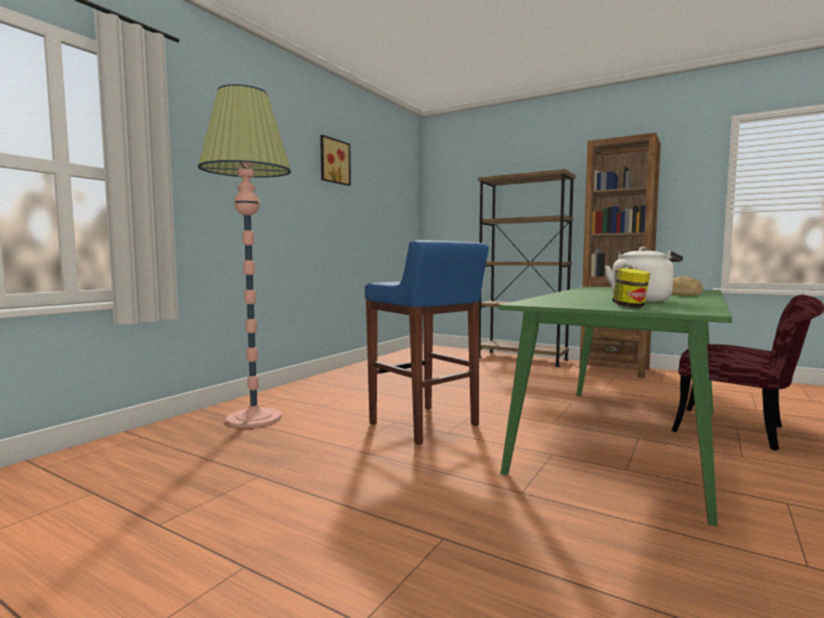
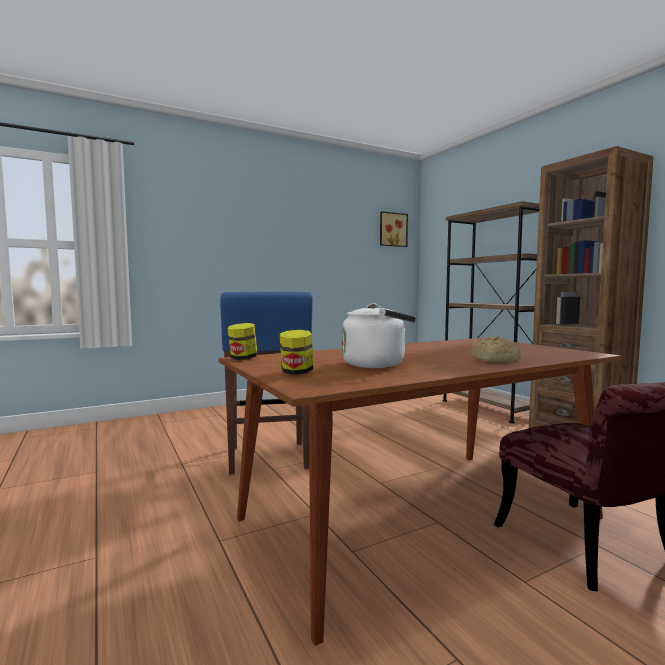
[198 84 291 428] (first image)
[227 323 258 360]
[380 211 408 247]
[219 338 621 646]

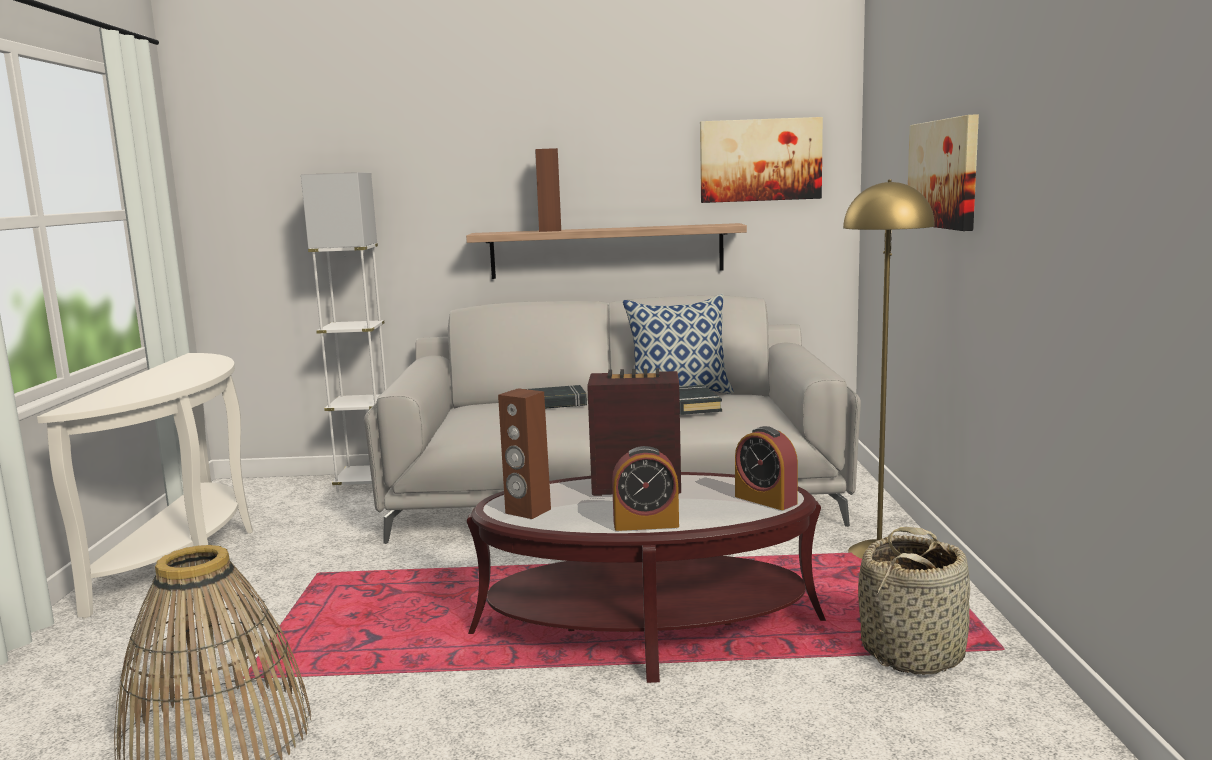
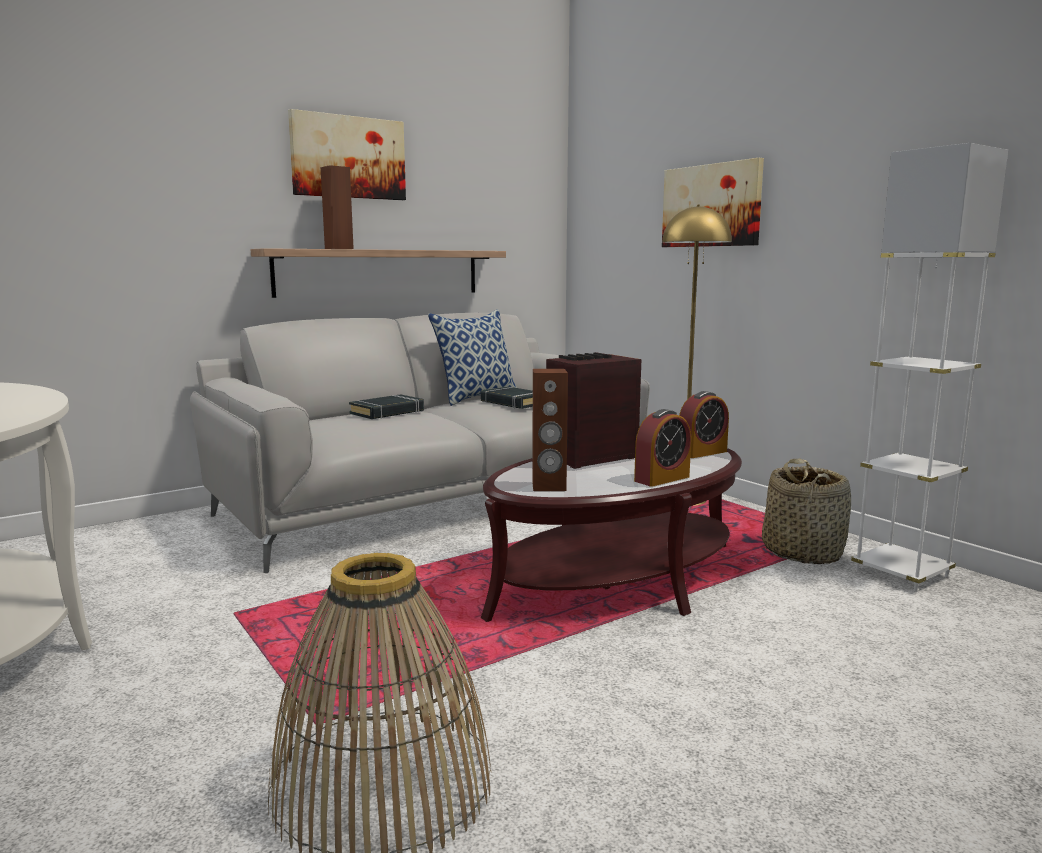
[851 143 1008 592]
[288 109 406 200]
[679 391 729 458]

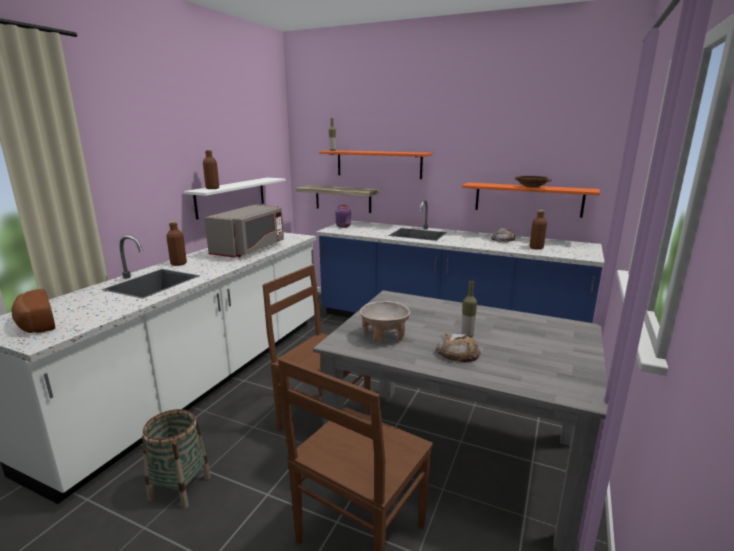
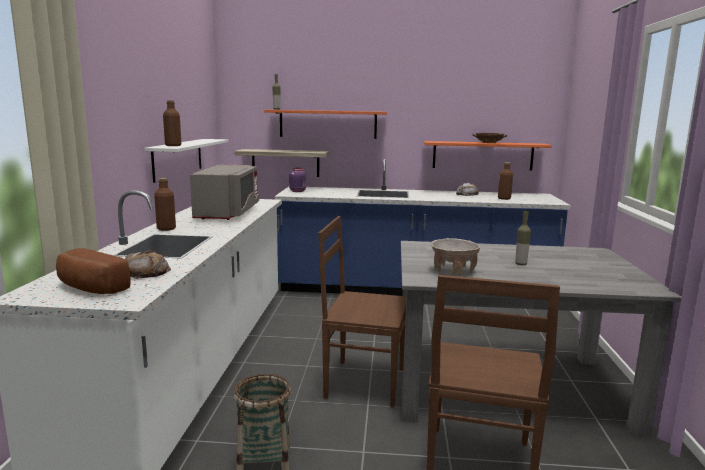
[125 250 171 279]

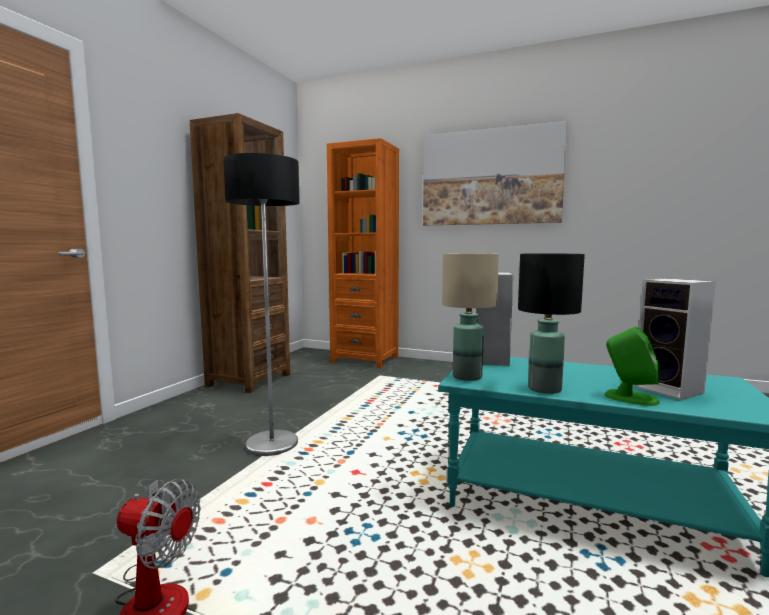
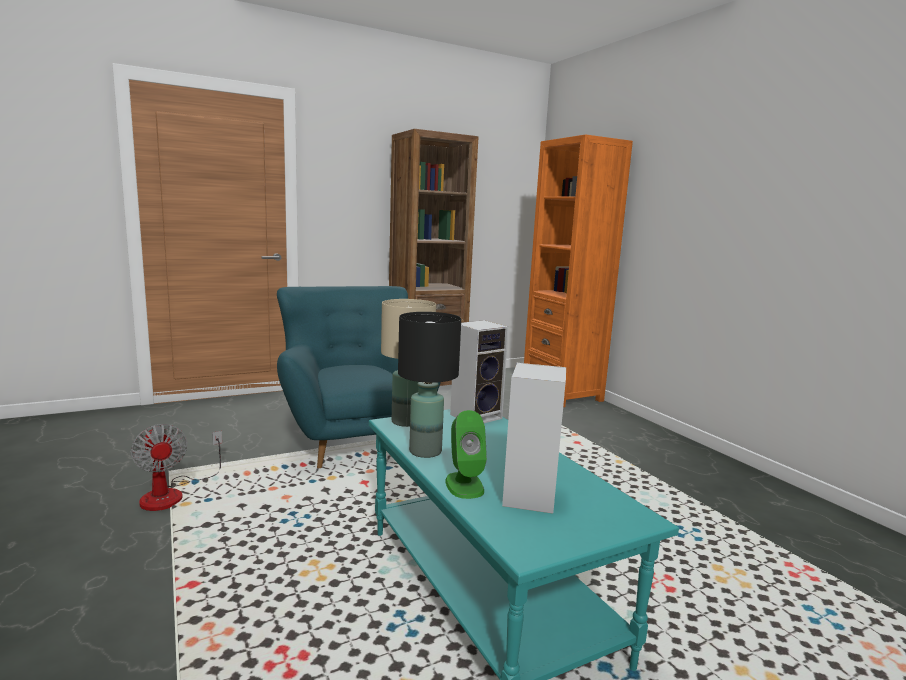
[423 121 567 225] (first image)
[277 286 441 468]

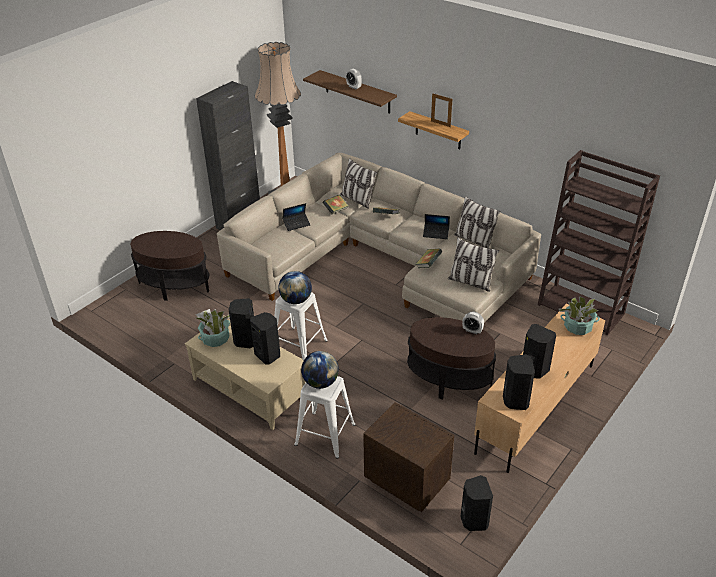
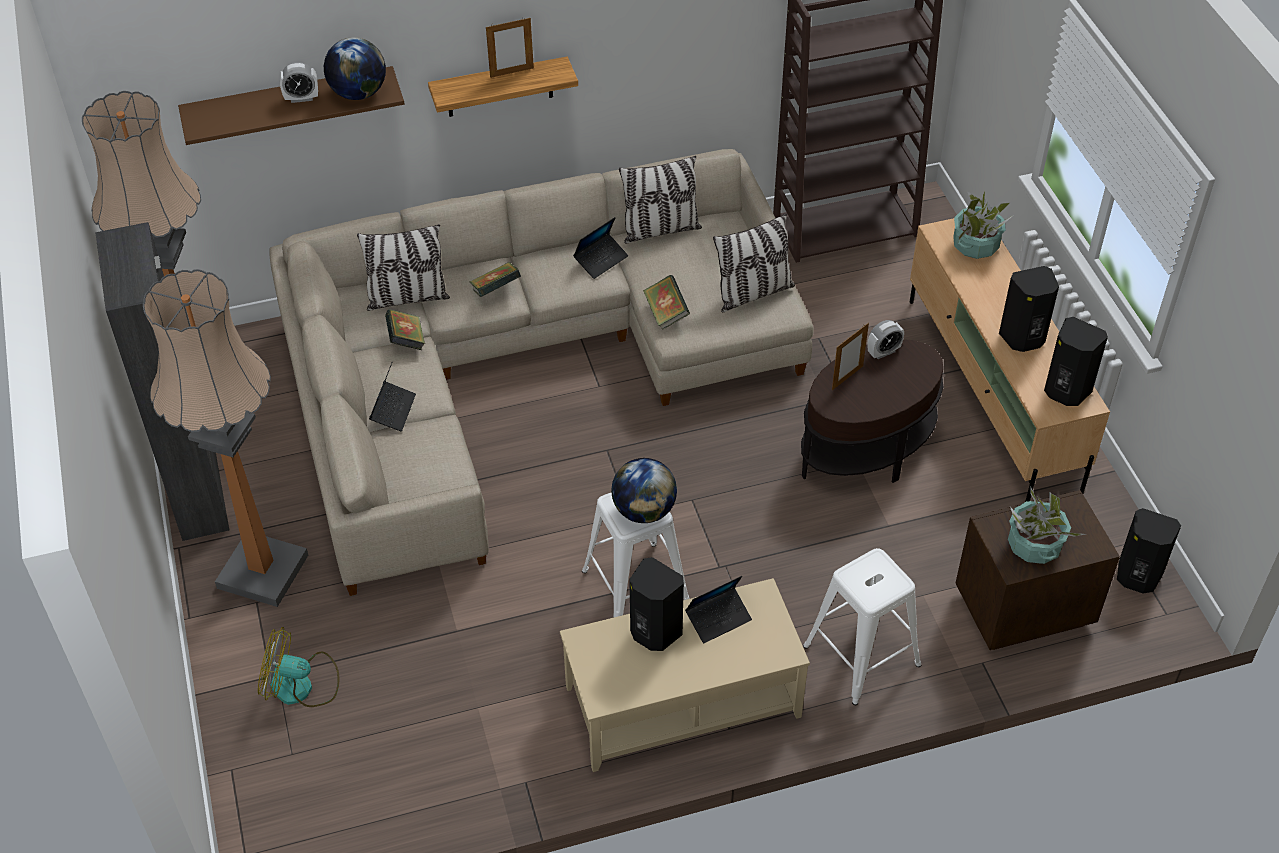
[143 269 308 607]
[832 323 869 390]
[1008 488 1085 564]
[324 37 386 100]
[258 627 339 707]
[685 576 752 643]

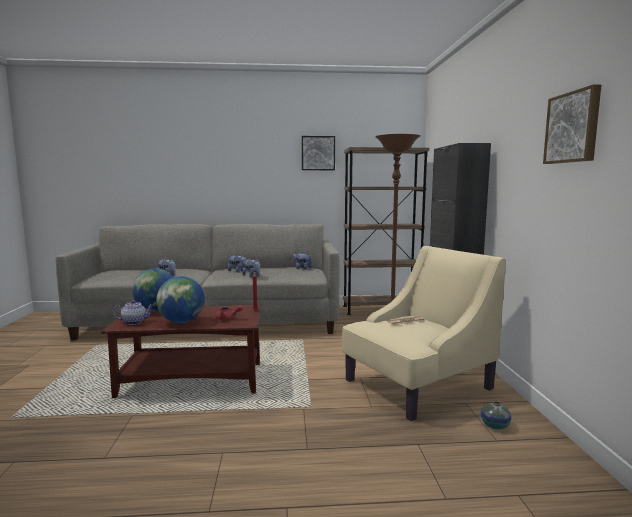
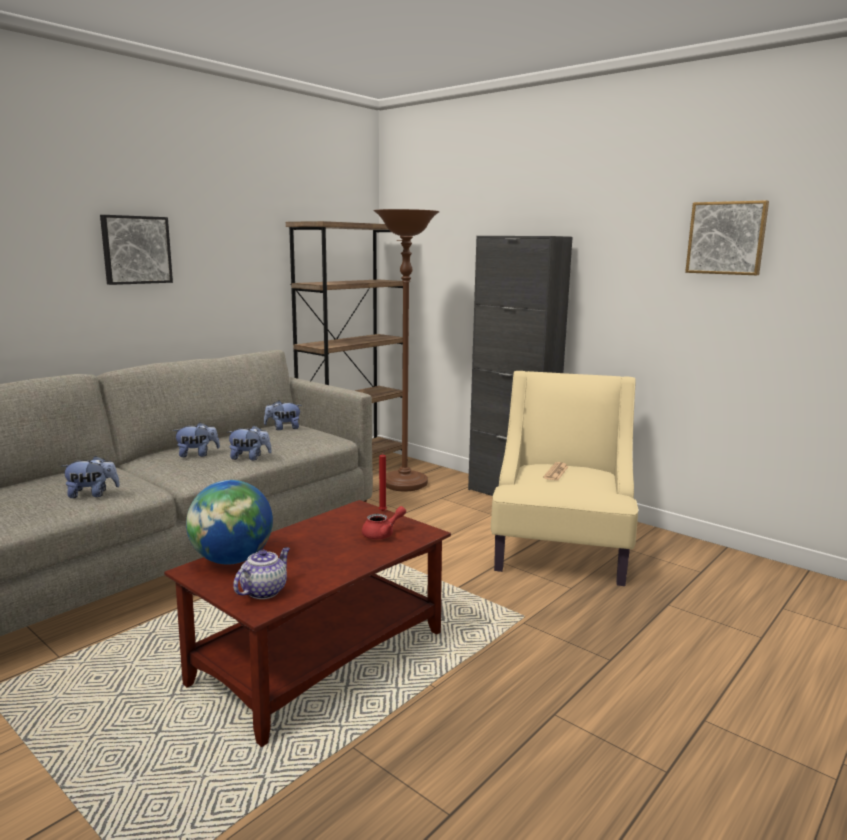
[156 276 205 323] (first image)
[481 401 511 429] (first image)
[100 215 173 285]

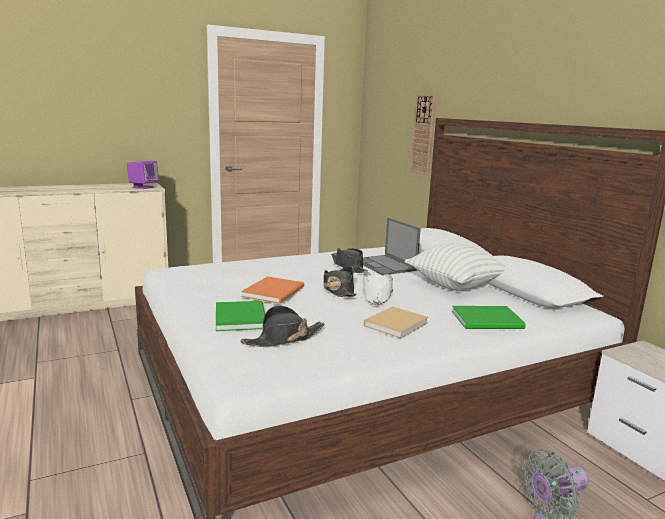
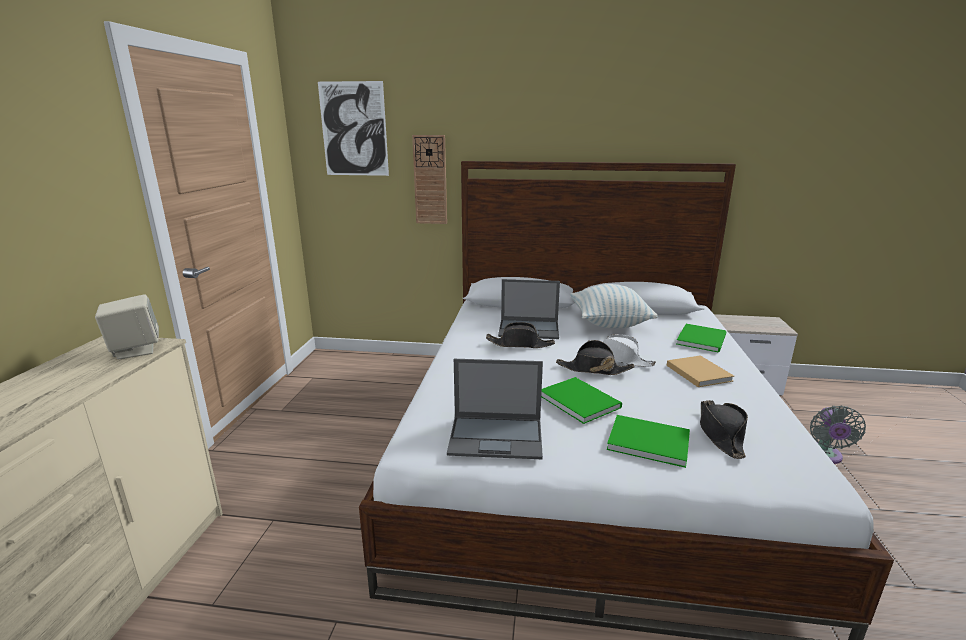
[318 81 389 176]
[447 359 543 459]
[95 294 159 359]
[541 377 622 424]

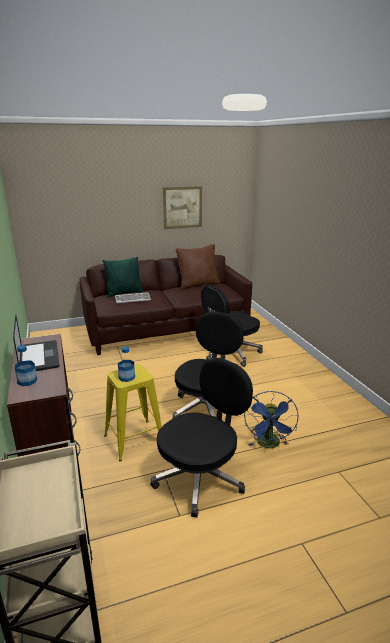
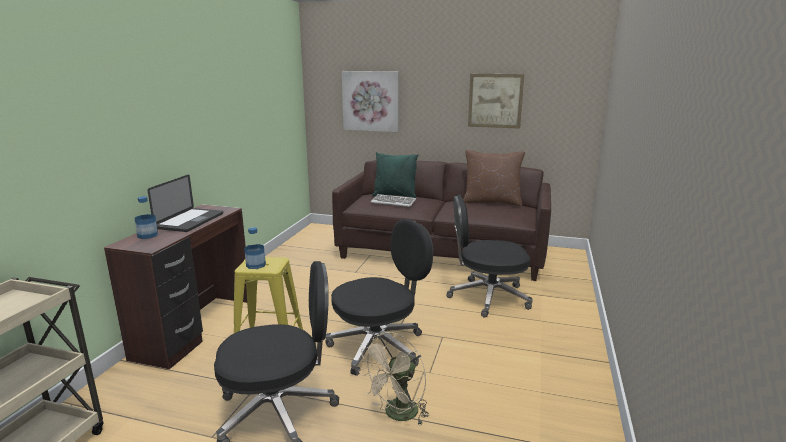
[342 71 399 132]
[359 332 429 426]

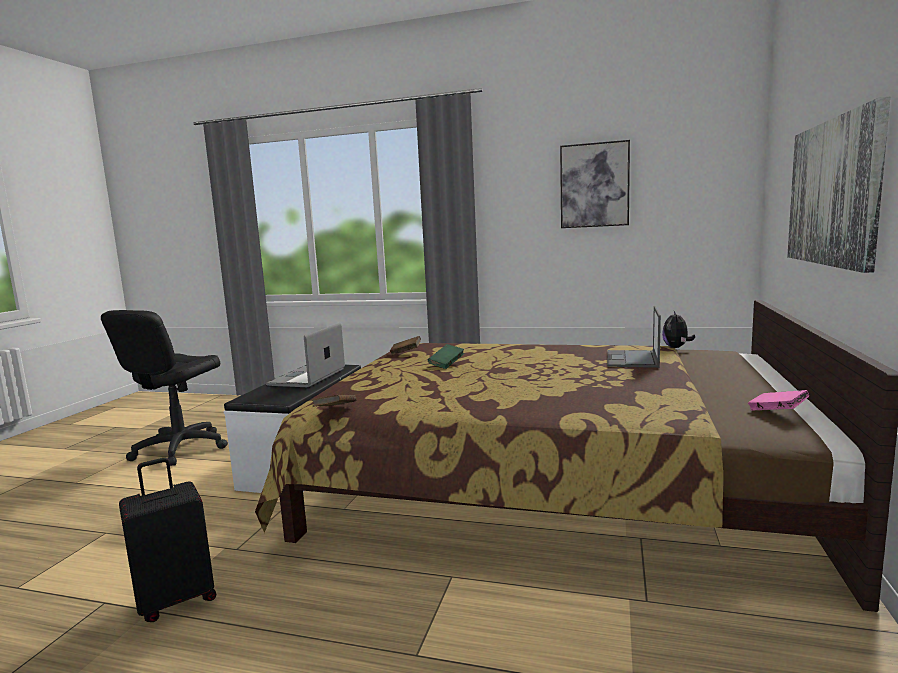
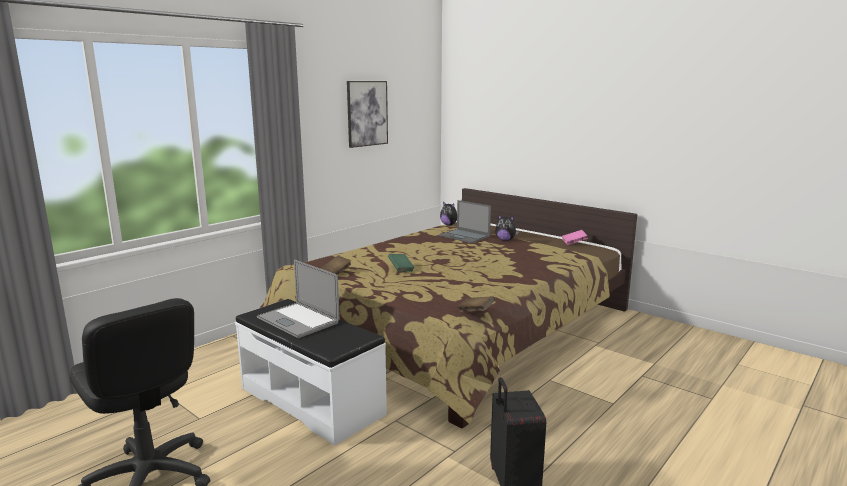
[787 97 890 273] (first image)
[495 214 519 241]

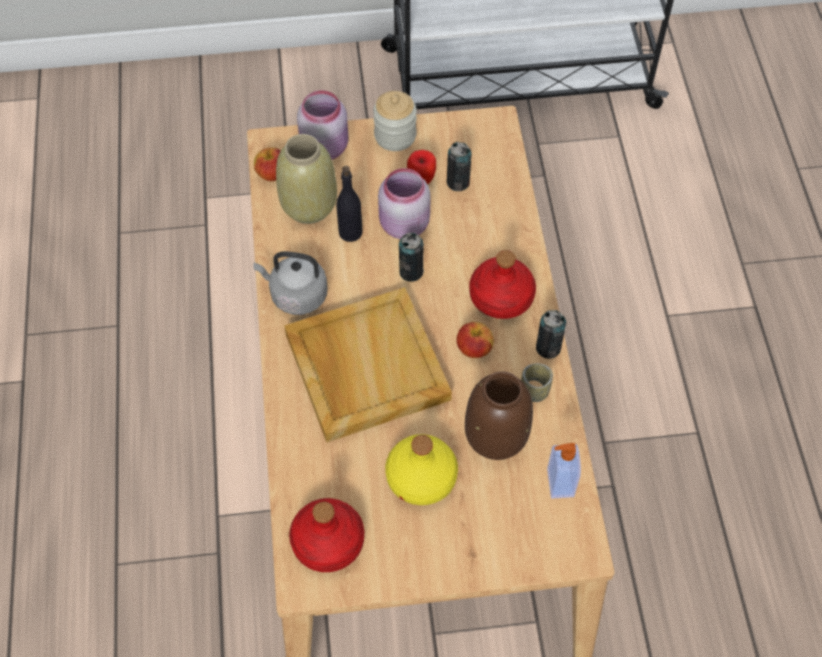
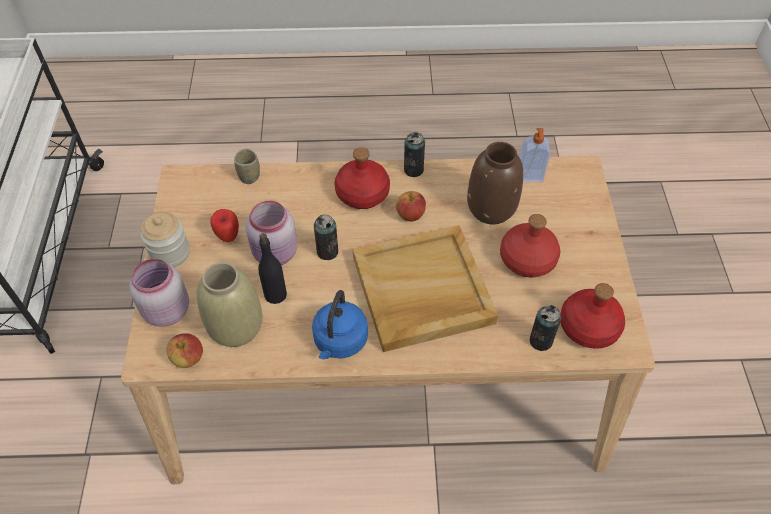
[530 305 561 351]
[234 148 260 184]
[312 290 368 359]
[500 214 560 277]

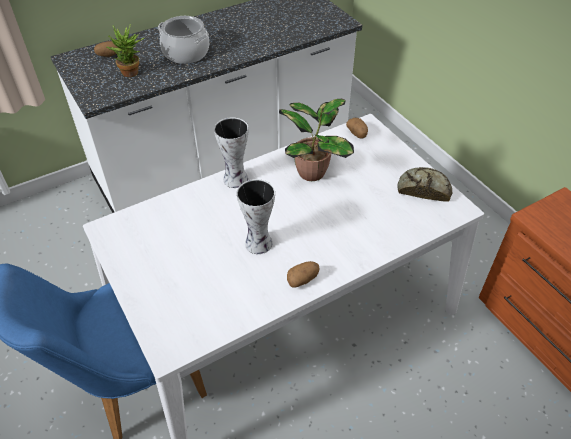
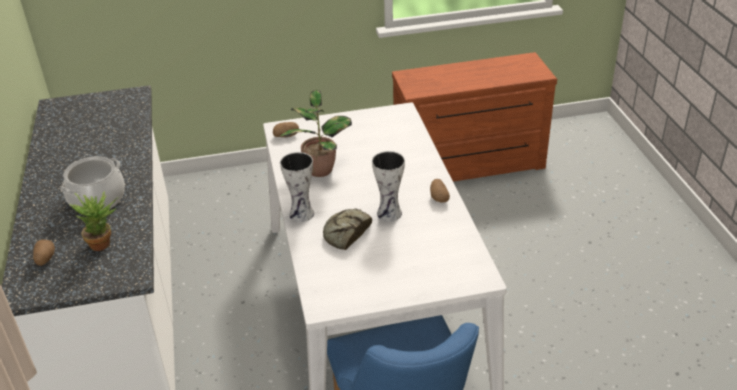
[323 209 372 250]

